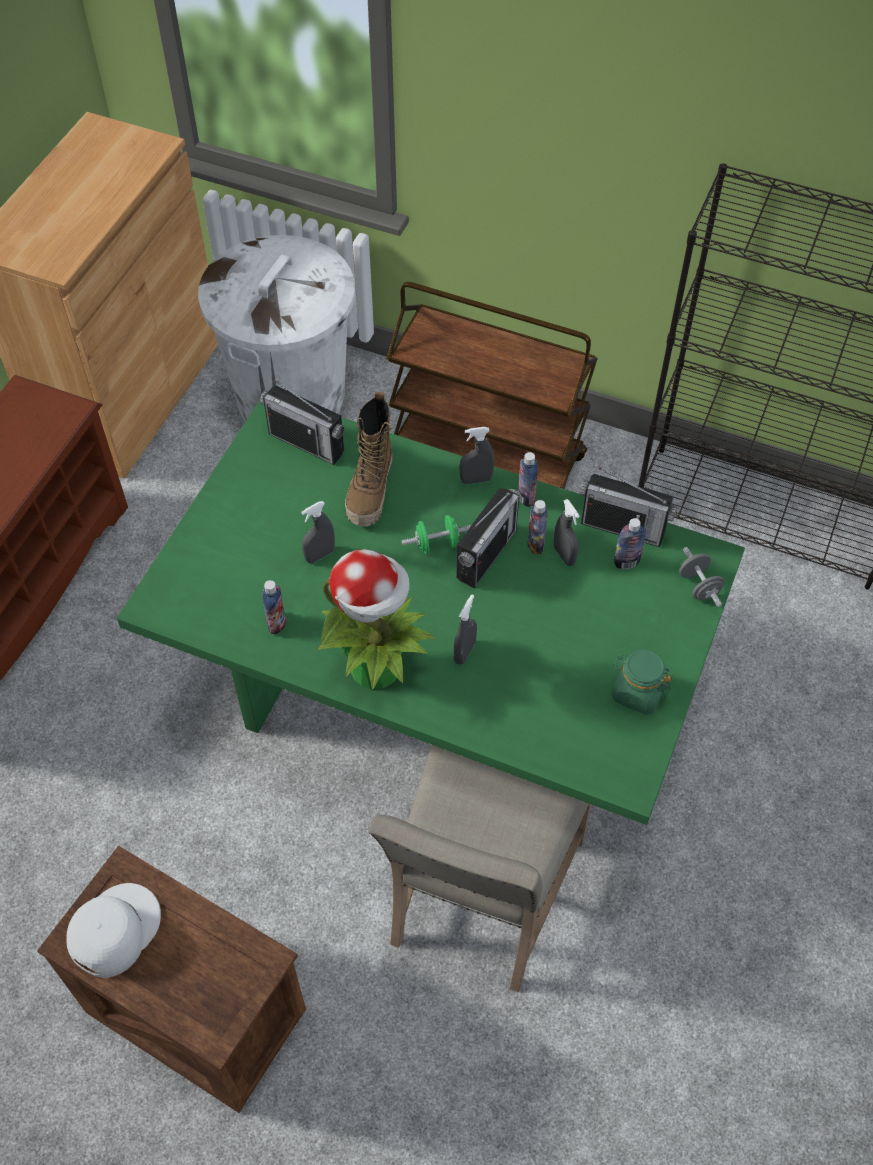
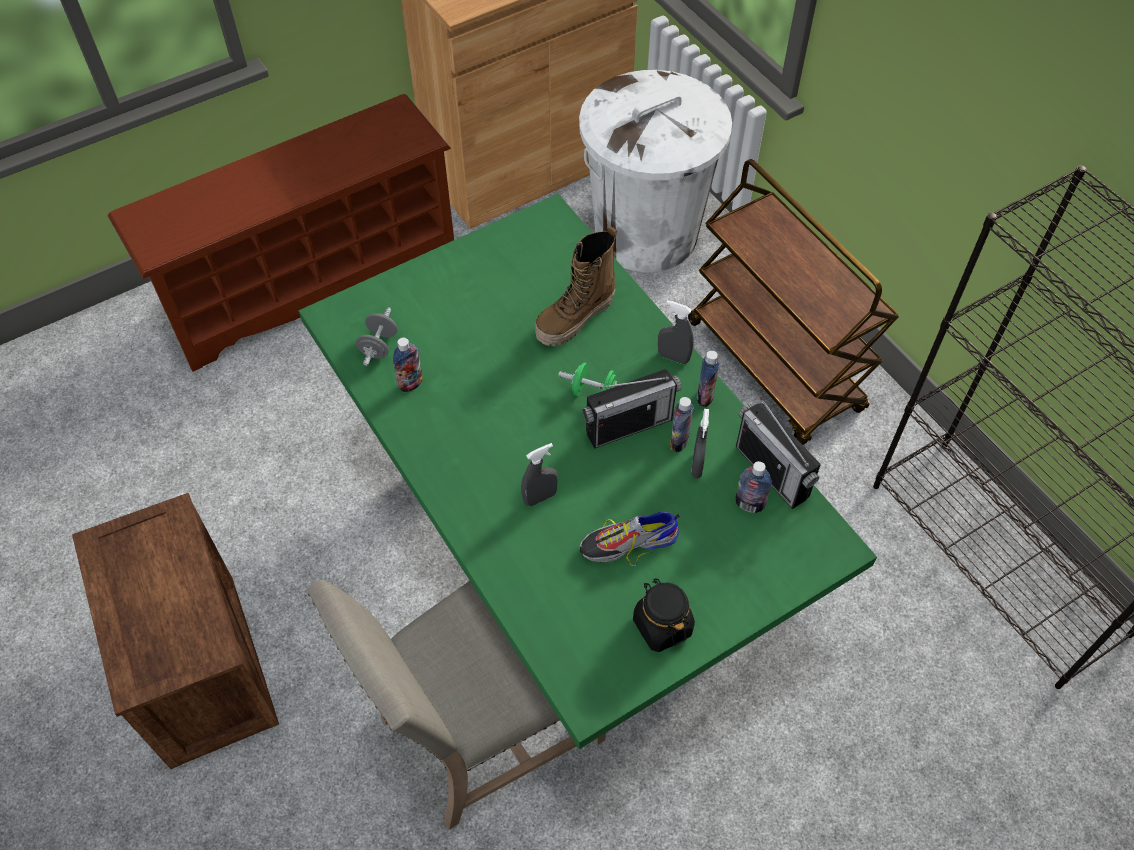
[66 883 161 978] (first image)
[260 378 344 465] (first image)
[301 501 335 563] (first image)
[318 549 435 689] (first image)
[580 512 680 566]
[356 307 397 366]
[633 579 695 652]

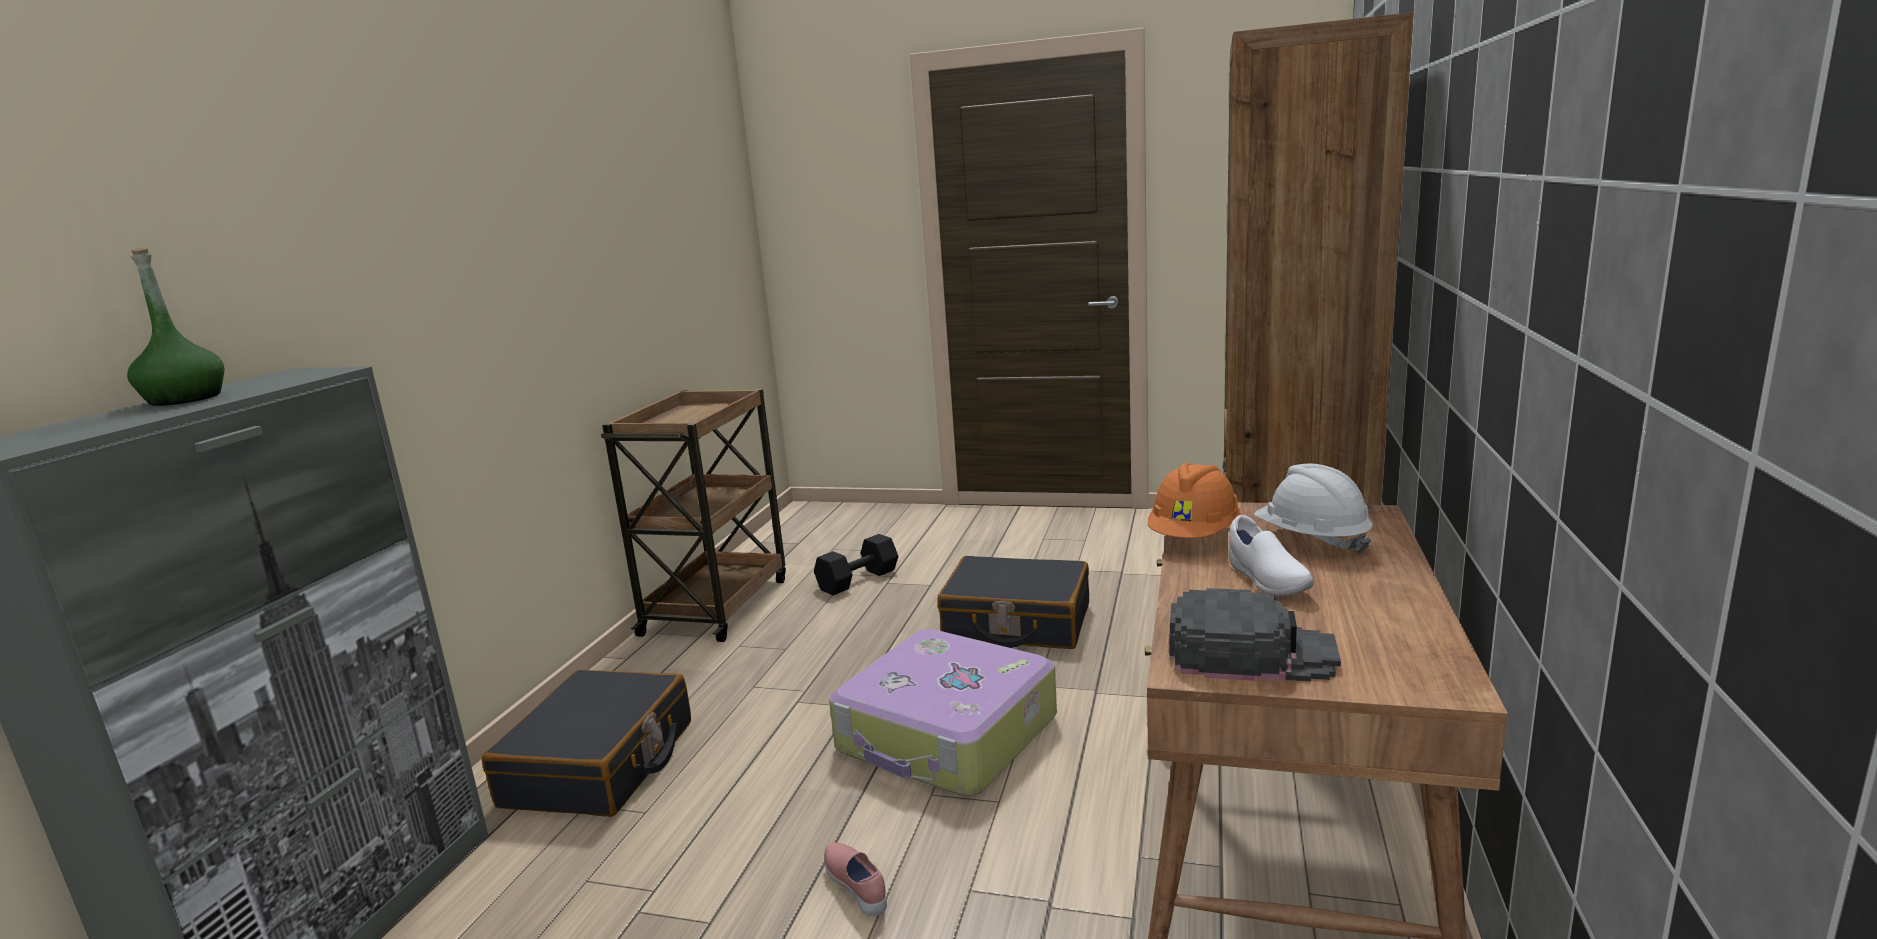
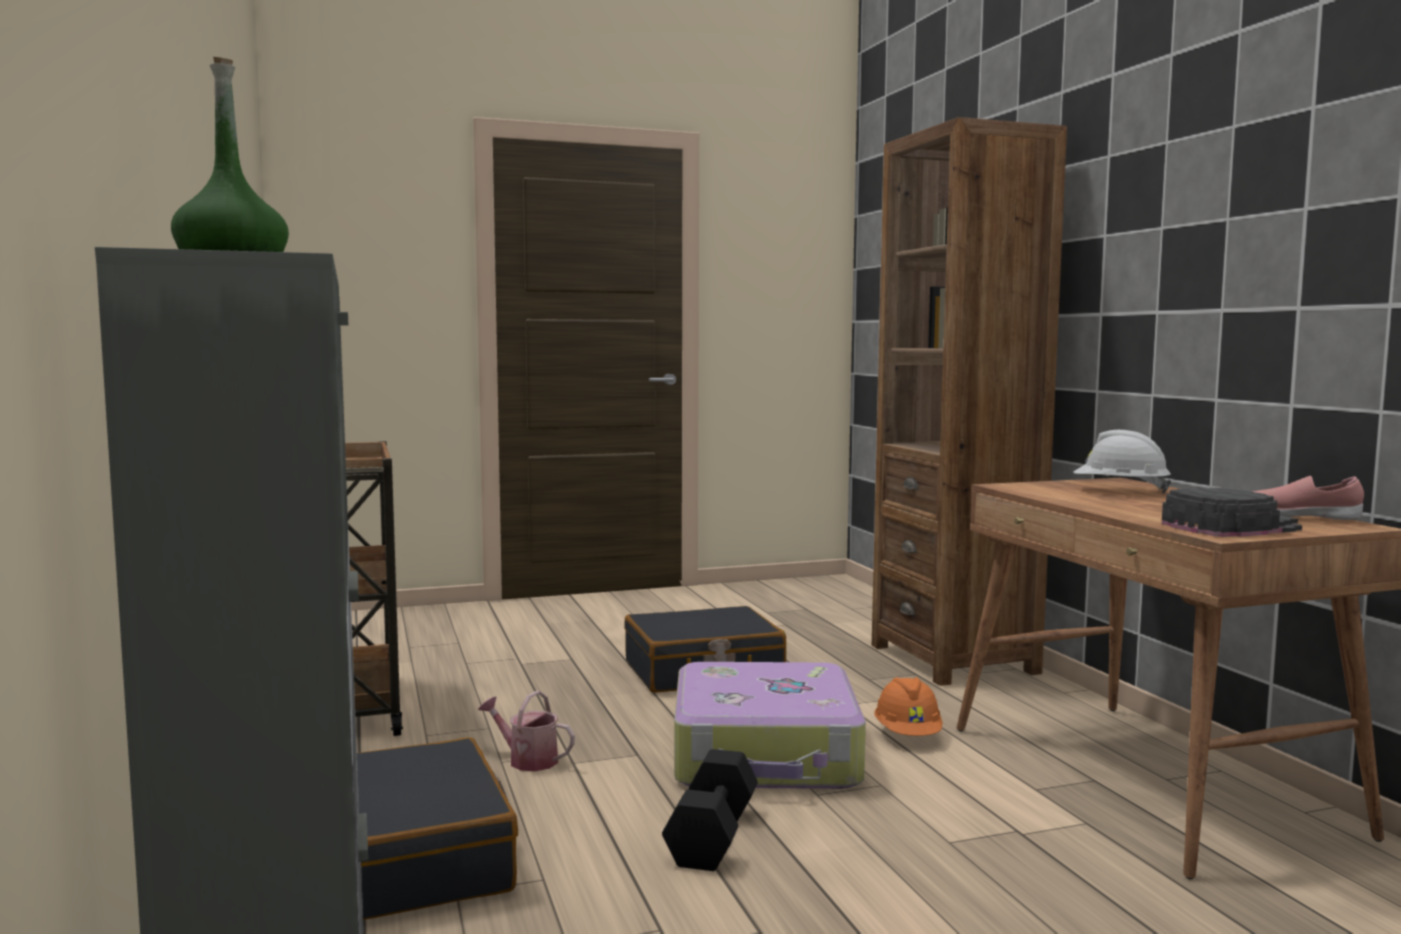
[1229 515 1314 596] (first image)
[478 690 575 771]
[662 749 758 871]
[1252 476 1364 520]
[874 677 943 736]

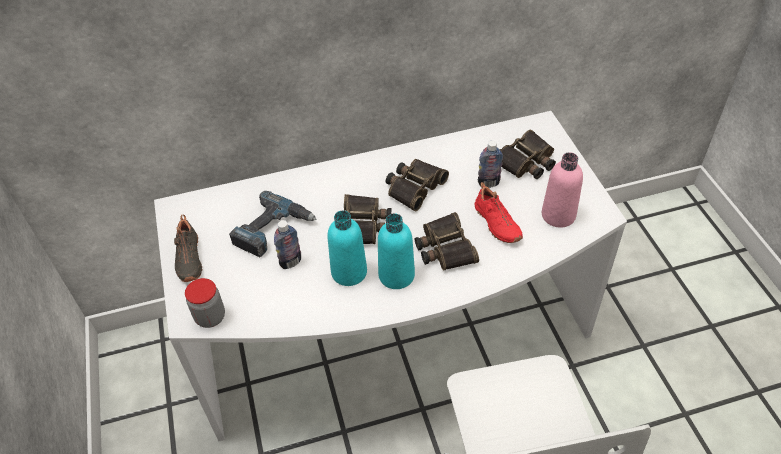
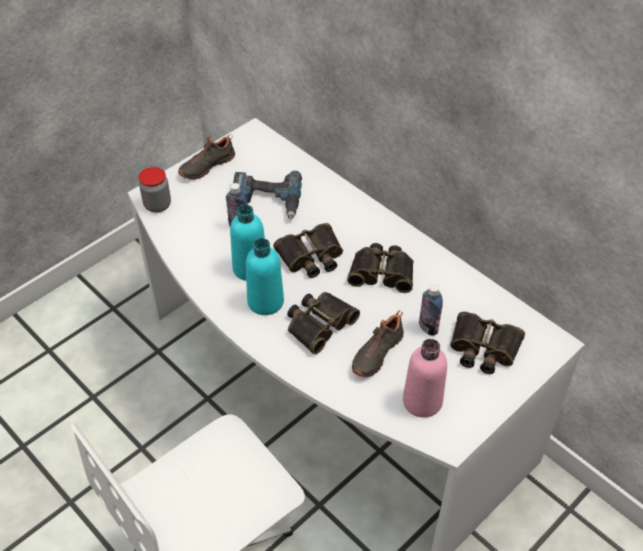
[352 310 404 378]

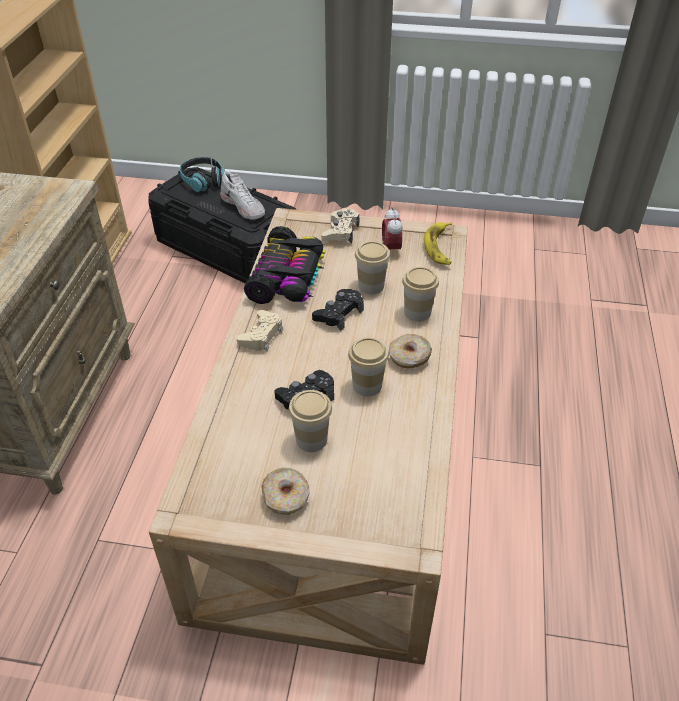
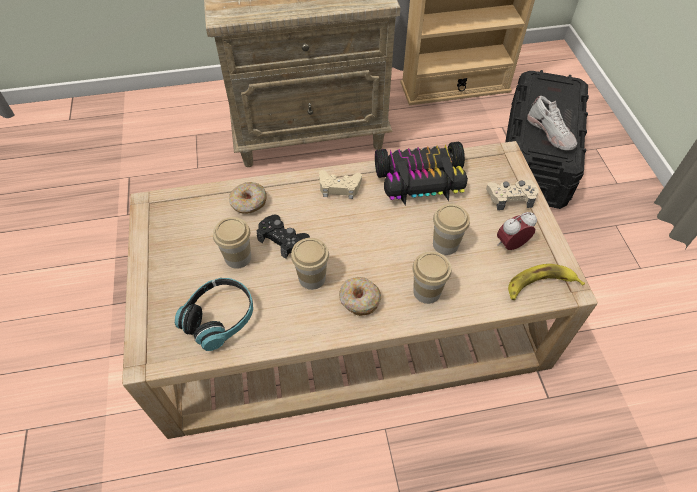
[312 289 364 331] (first image)
[175 278 253 351]
[229 182 267 214]
[527 96 577 151]

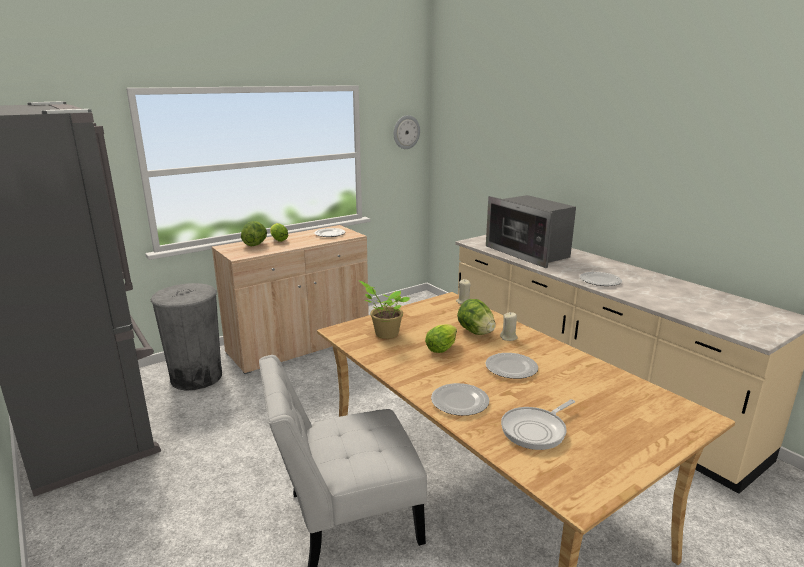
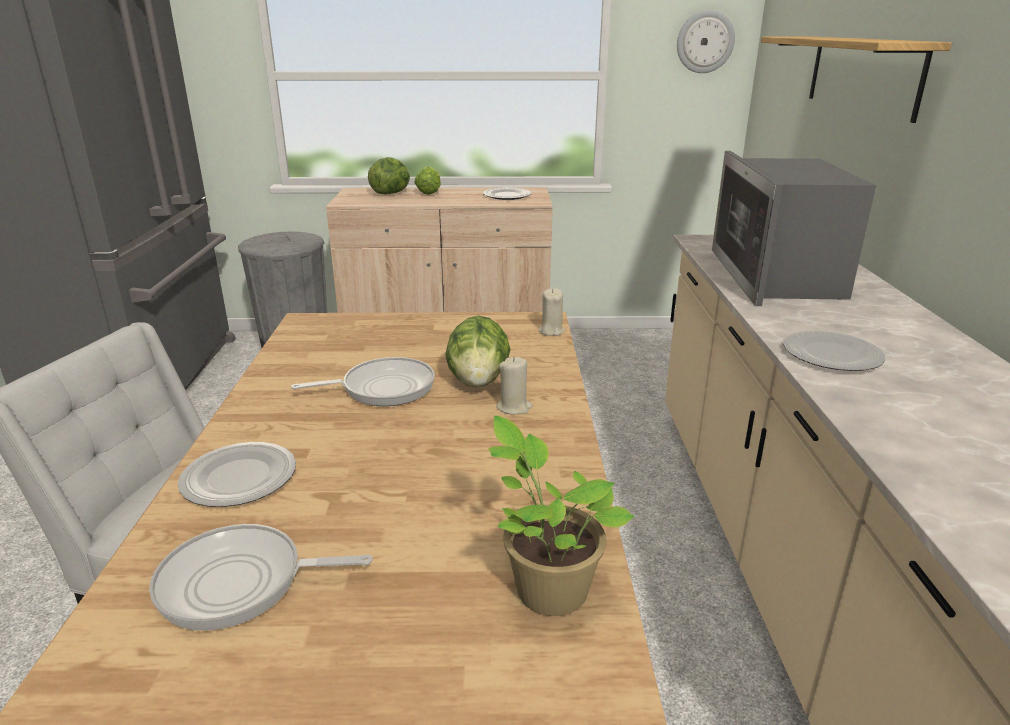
[485 353 538 379] (first image)
[761 37 952 123]
[488 415 635 616]
[291 357 435 406]

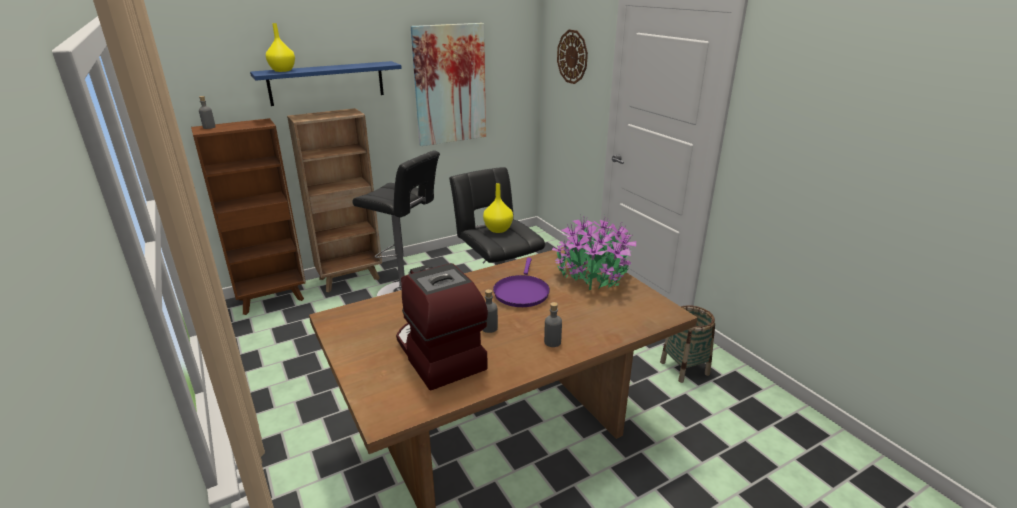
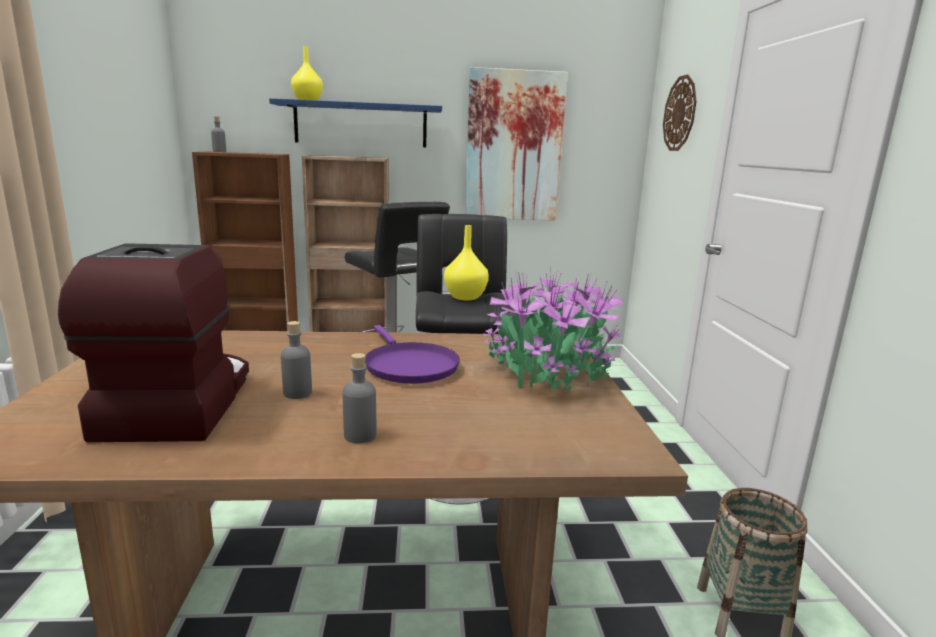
[365 325 460 384]

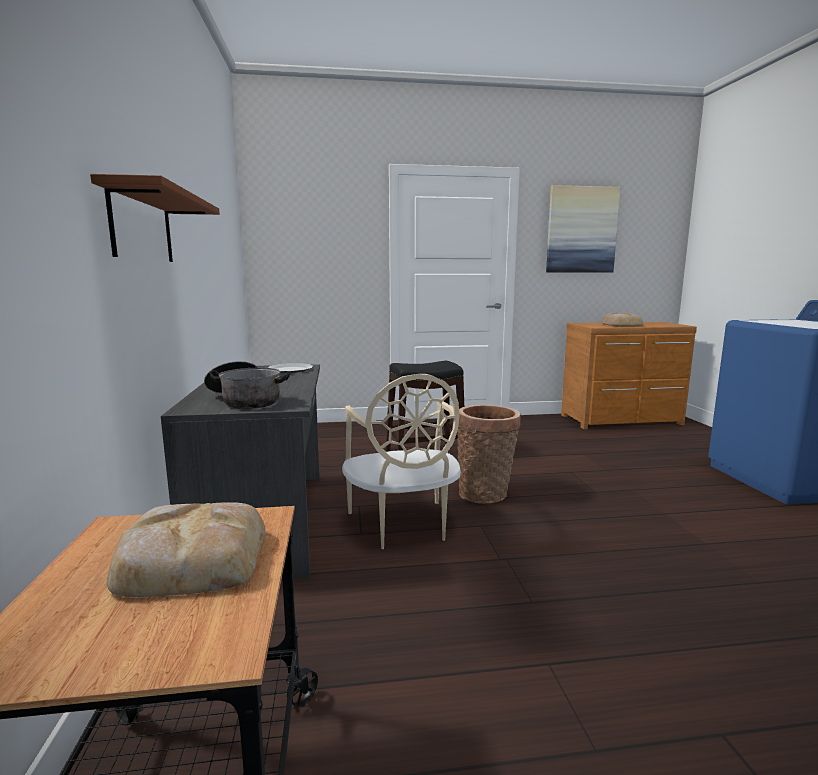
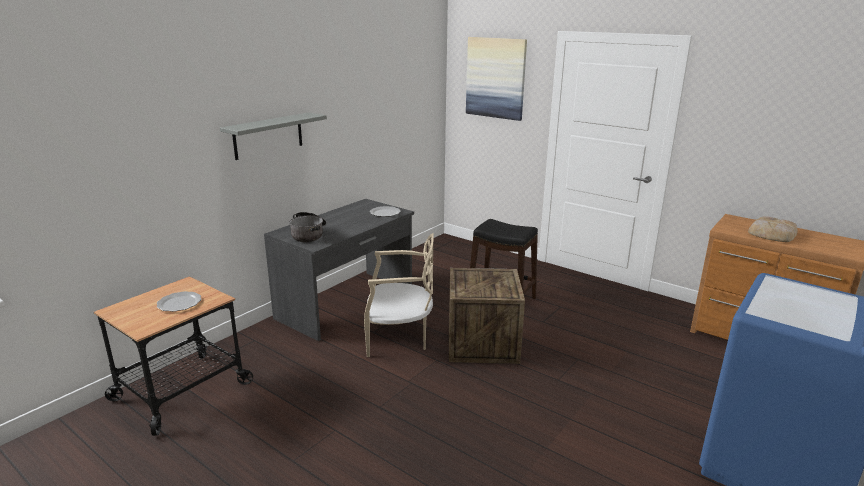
[466 37 527 121]
[157 291 201 312]
[449 268 525 364]
[220 113 327 160]
[364 233 433 357]

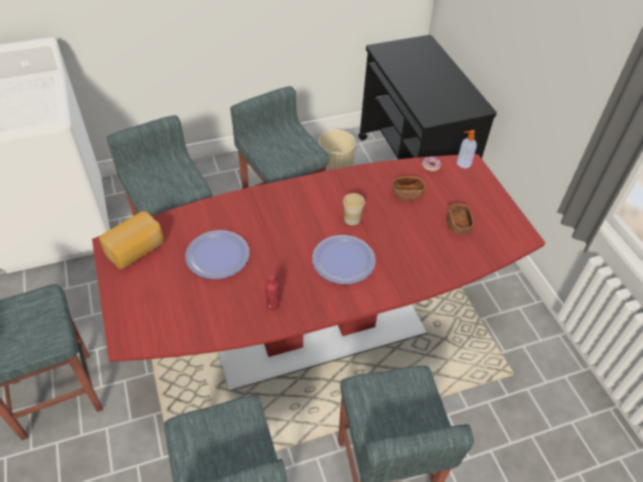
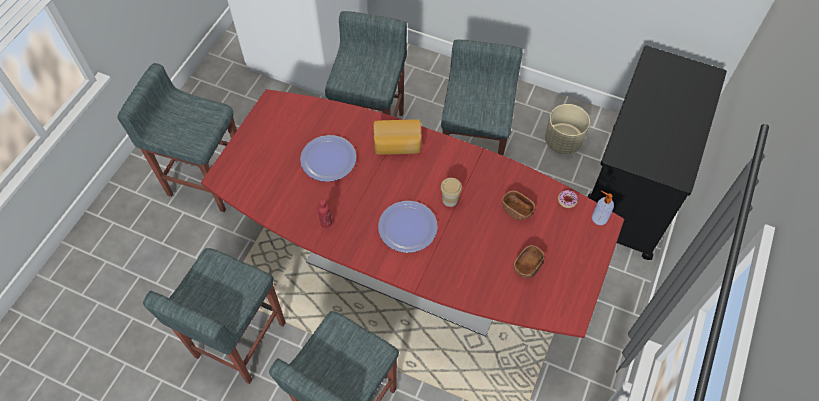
[373 119 421 155]

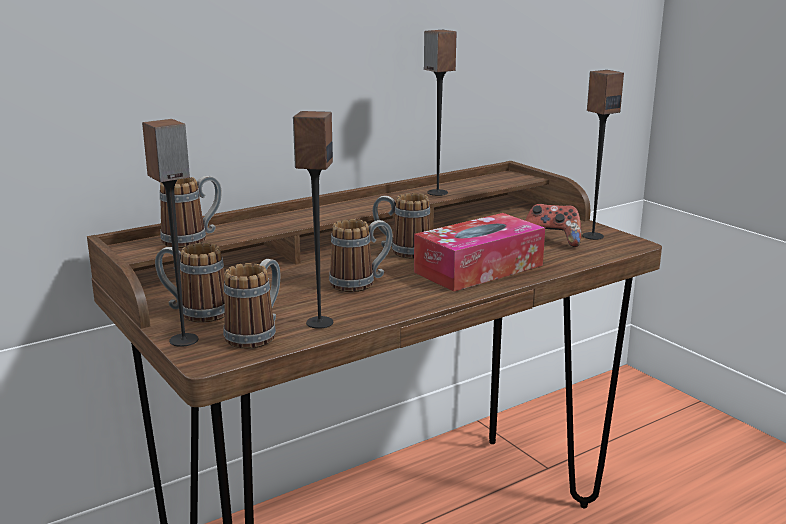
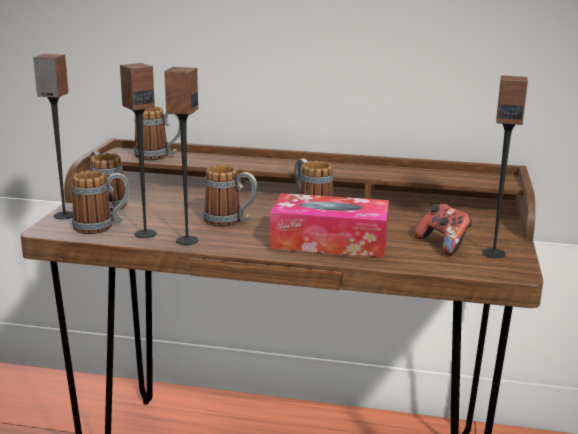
[164 67 198 245]

